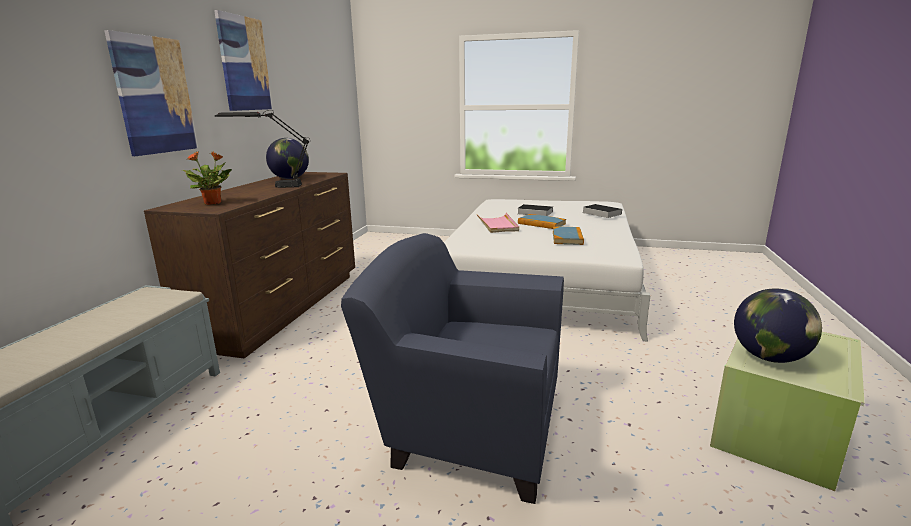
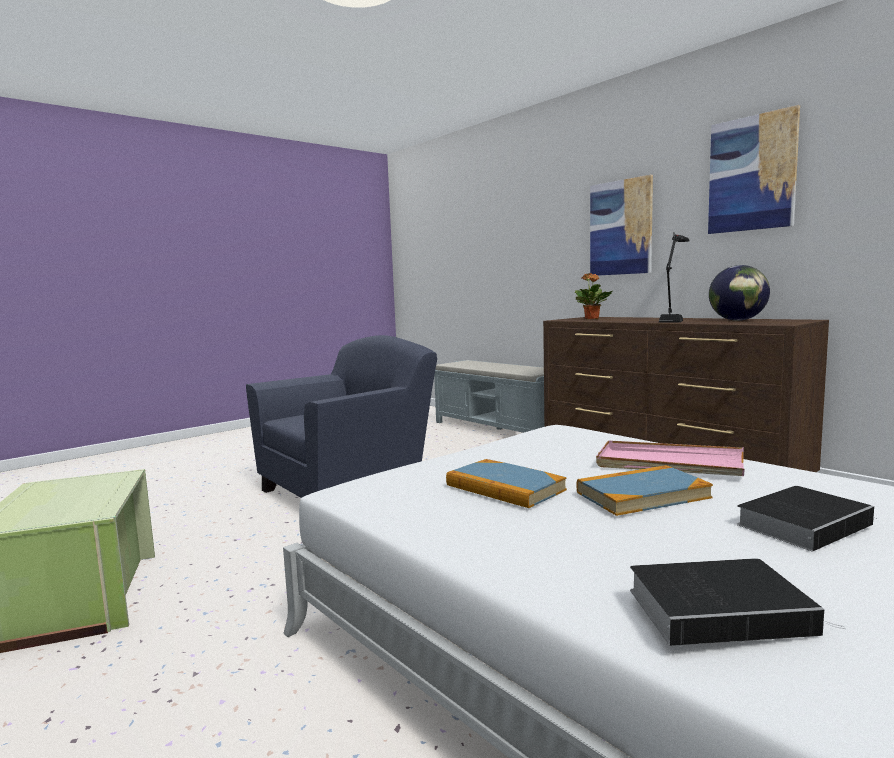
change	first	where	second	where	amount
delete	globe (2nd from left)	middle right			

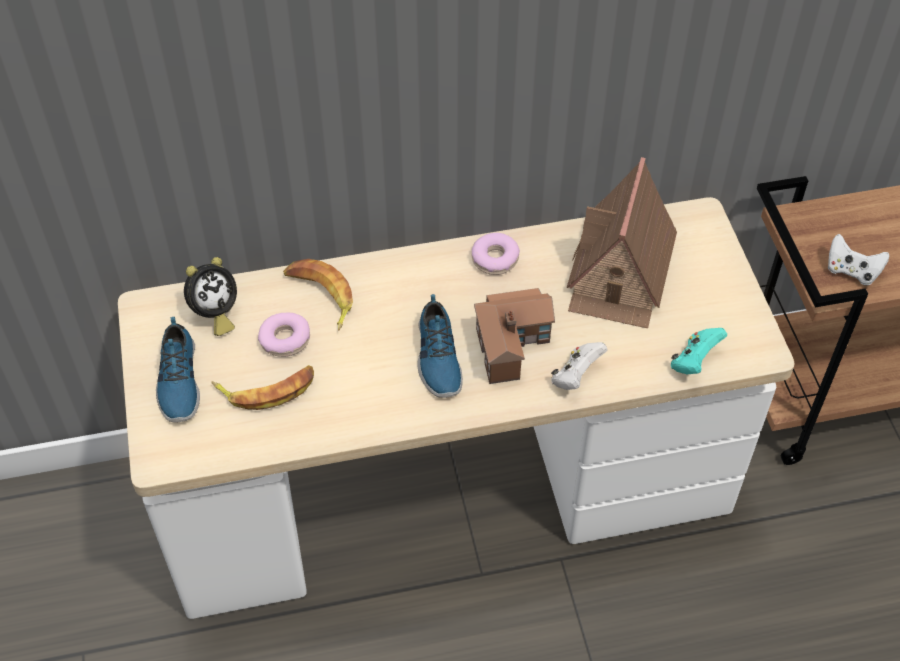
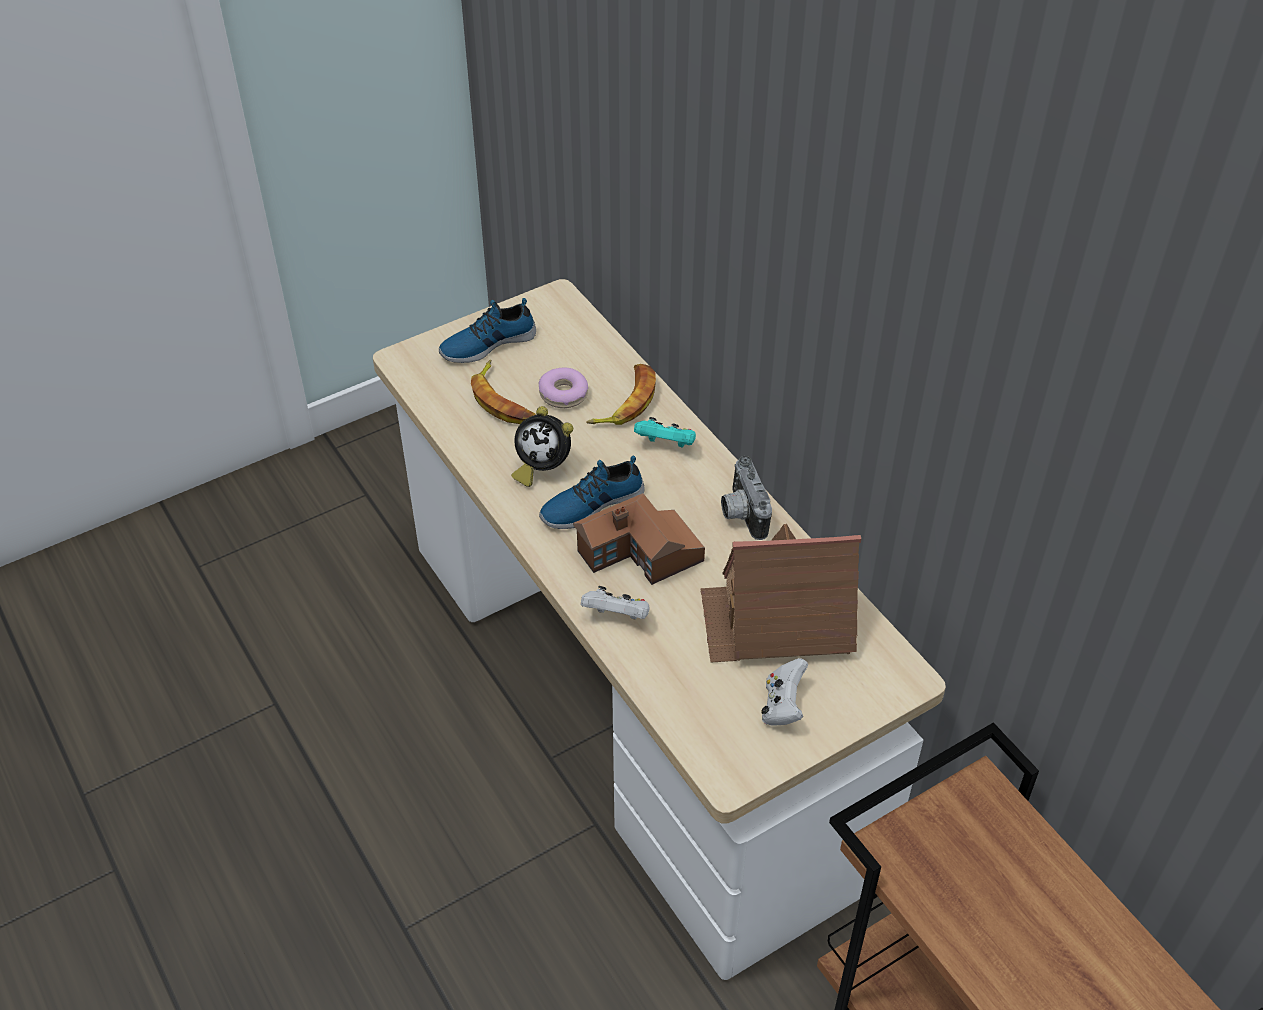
change	first	where	second	where	amount
move	table clock	middle left		centre	
replace	ring doughnut (2nd from left)	centre	still camera	centre	
move	turquoise game controller	middle right		centre	
move	whitish game controller (2nd from left)	middle right		bottom centre	

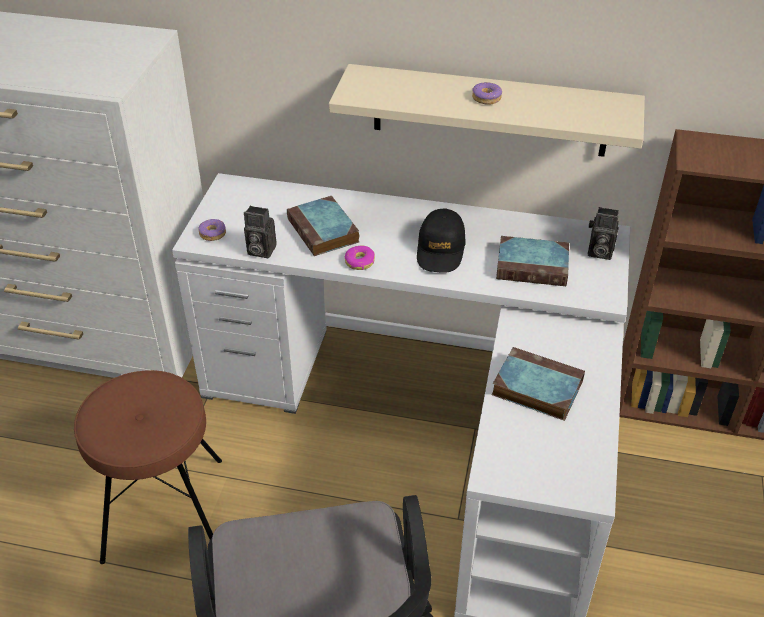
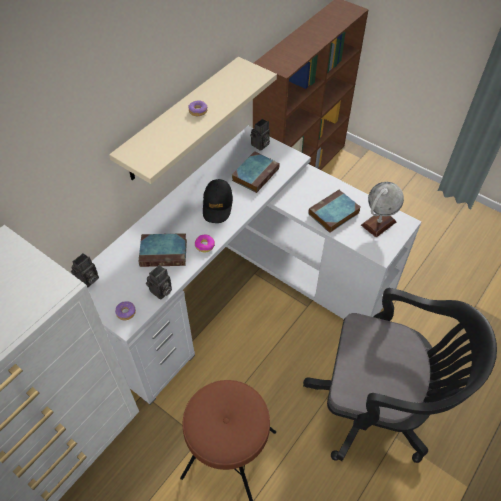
change	first	where	second	where	amount
rotate	black-coloured peaked cap	centre		centre	60 degrees clockwise
insert			still camera (1st from left)	middle left	
insert			globe	middle right	

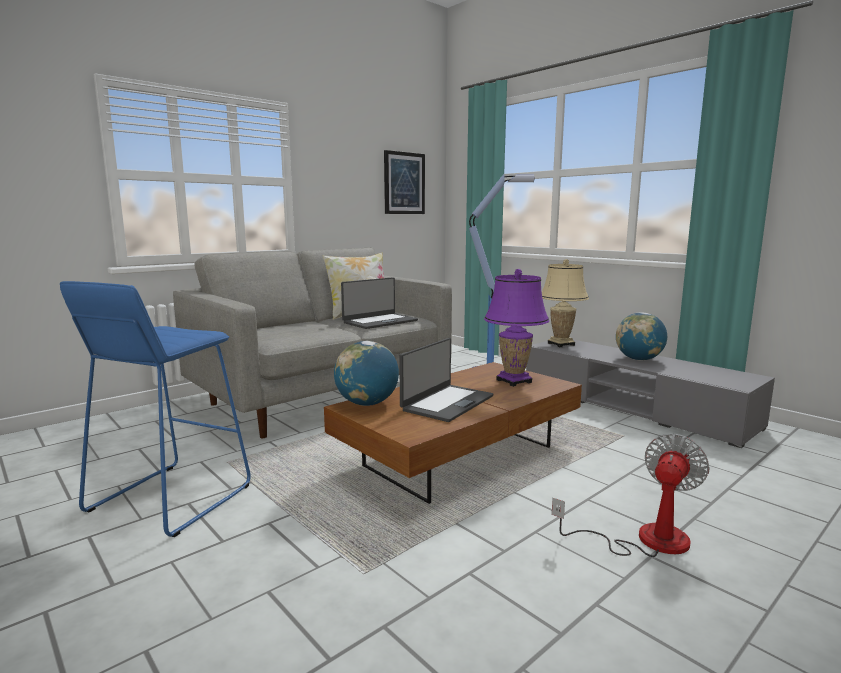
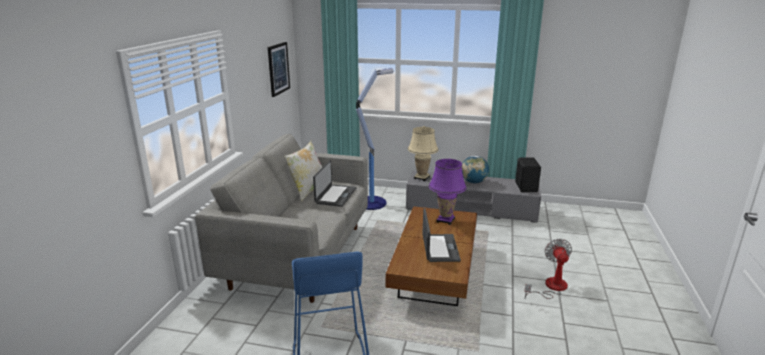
change	first	where	second	where	amount
delete	globe (1st from left)	centre			
insert			black-coloured speaker	middle right	

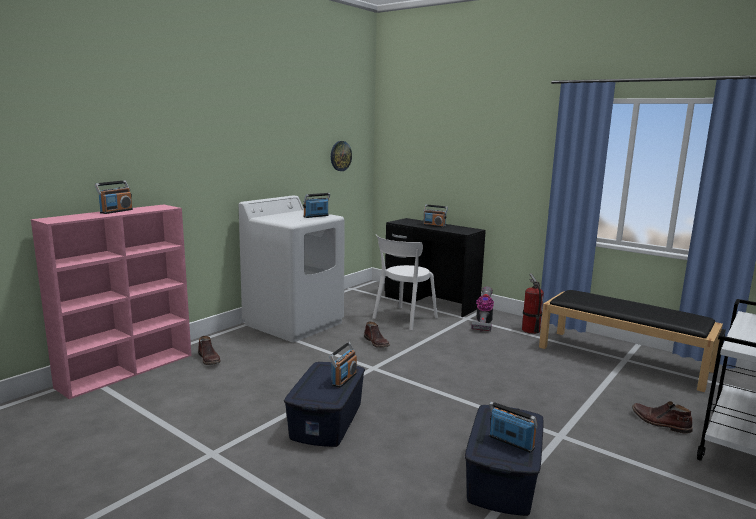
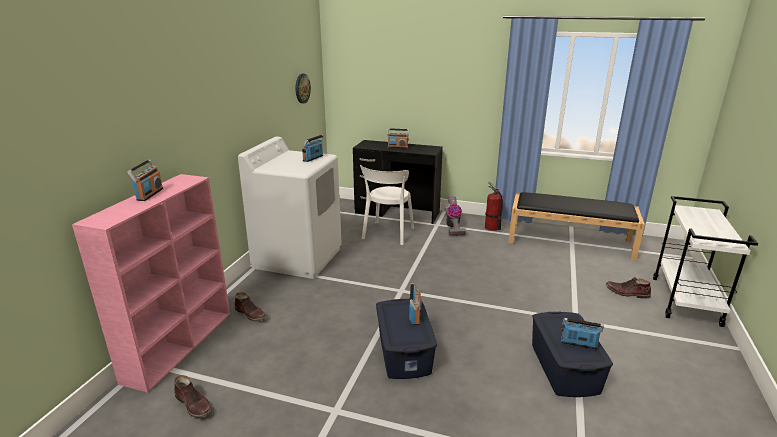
change	first	where	second	where	amount
move	brownish high-top boot (2nd from left in the first image)	centre	brownish high-top boot (1st from left)	bottom left	

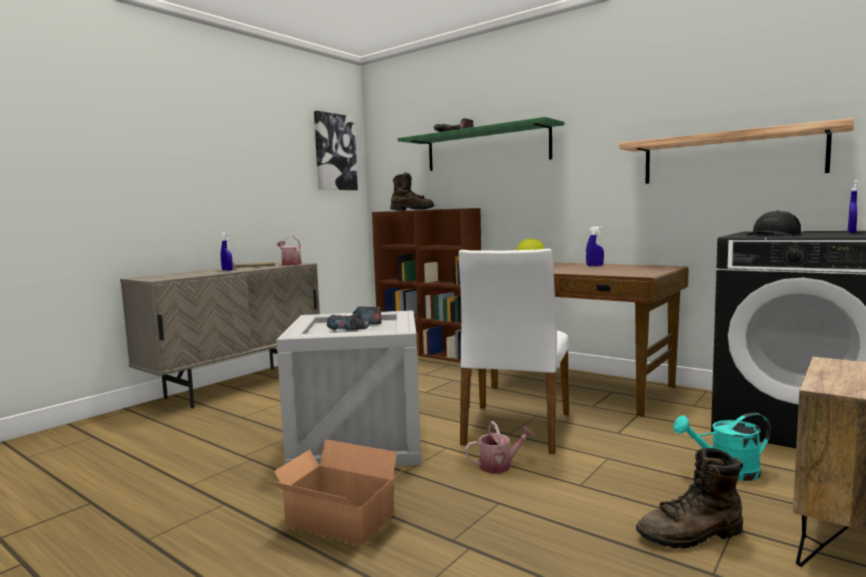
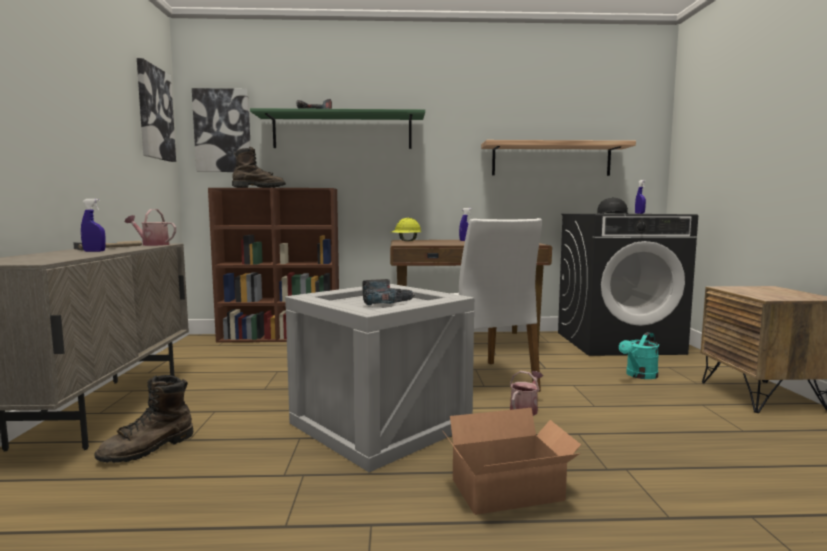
change	first	where	second	where	amount
move	brownish high-top boot (2nd from left in the first image)	bottom right	brownish high-top boot (1st from left)	bottom left	
insert			wall art (2nd from left)	top left	

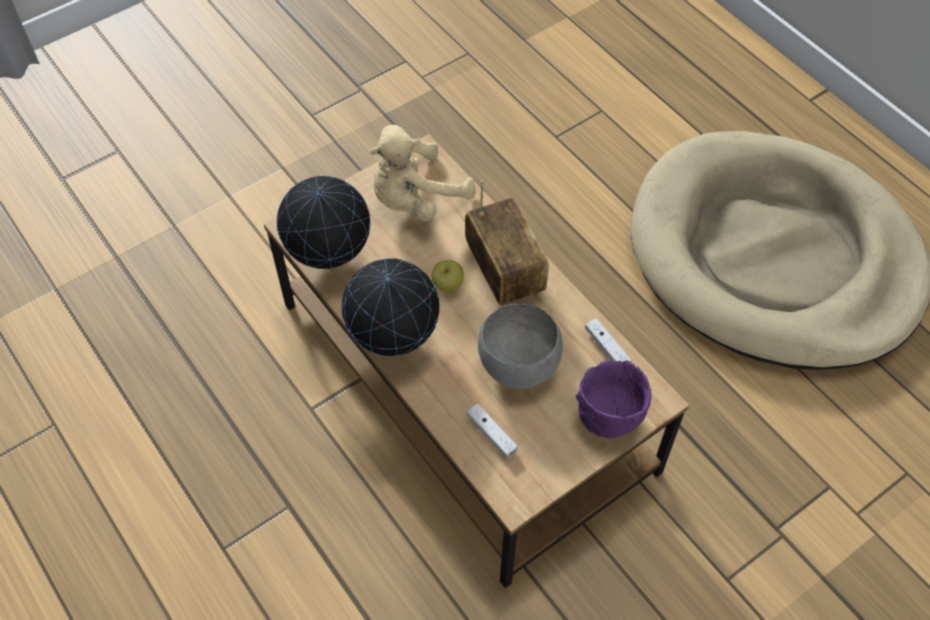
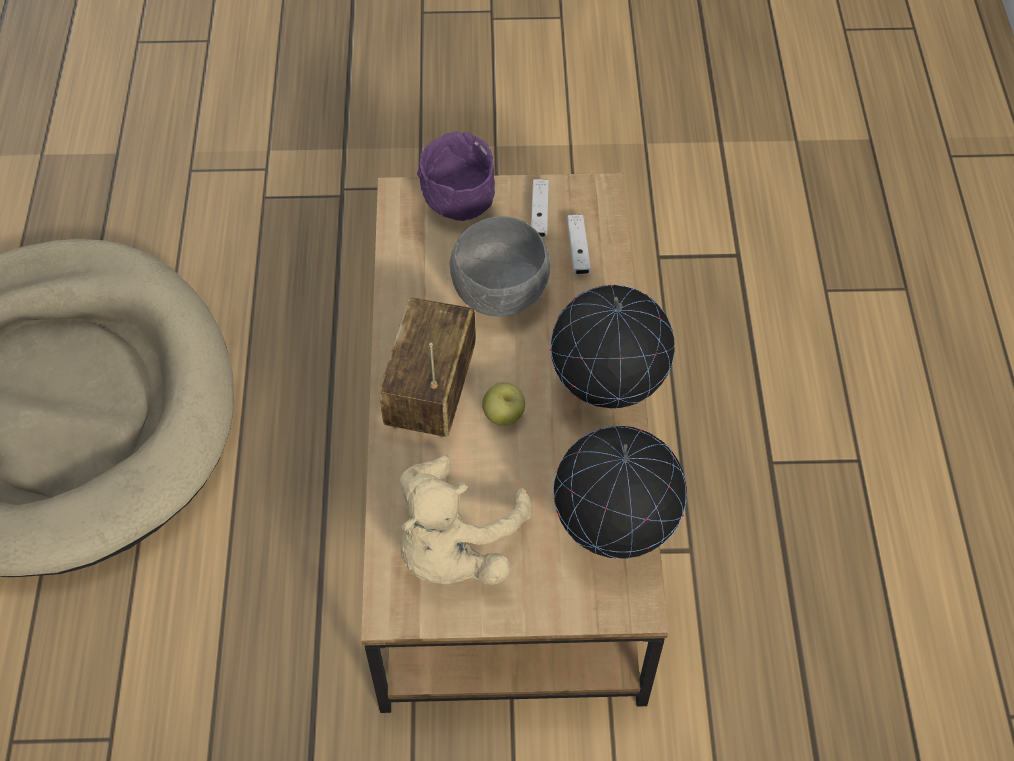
change	first	where	second	where	amount
rotate	beige soft toy	top centre		bottom centre	120 degrees clockwise
move	whitish game controller (2nd from left in the first image)	centre	whitish game controller (1st from left)	top centre	

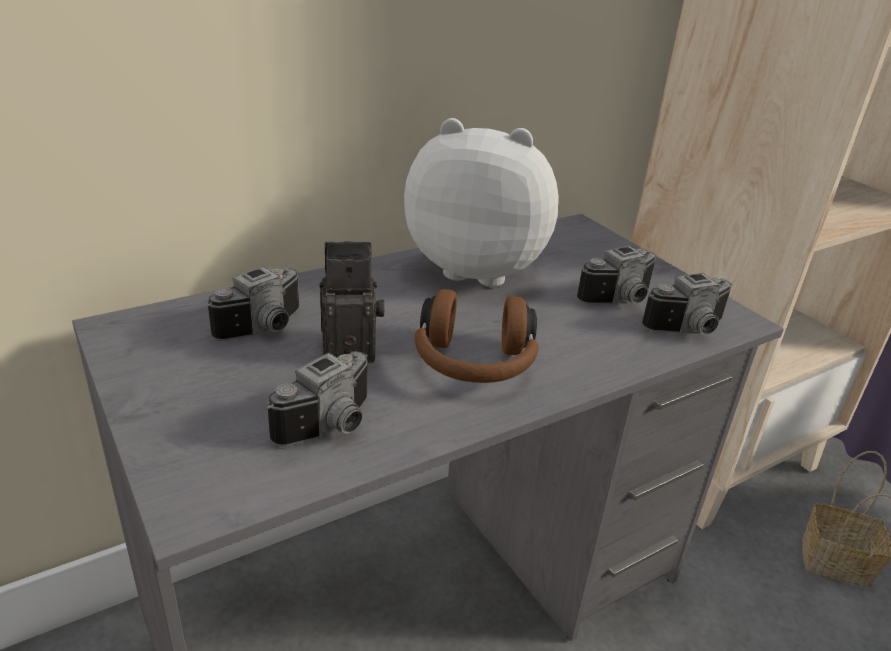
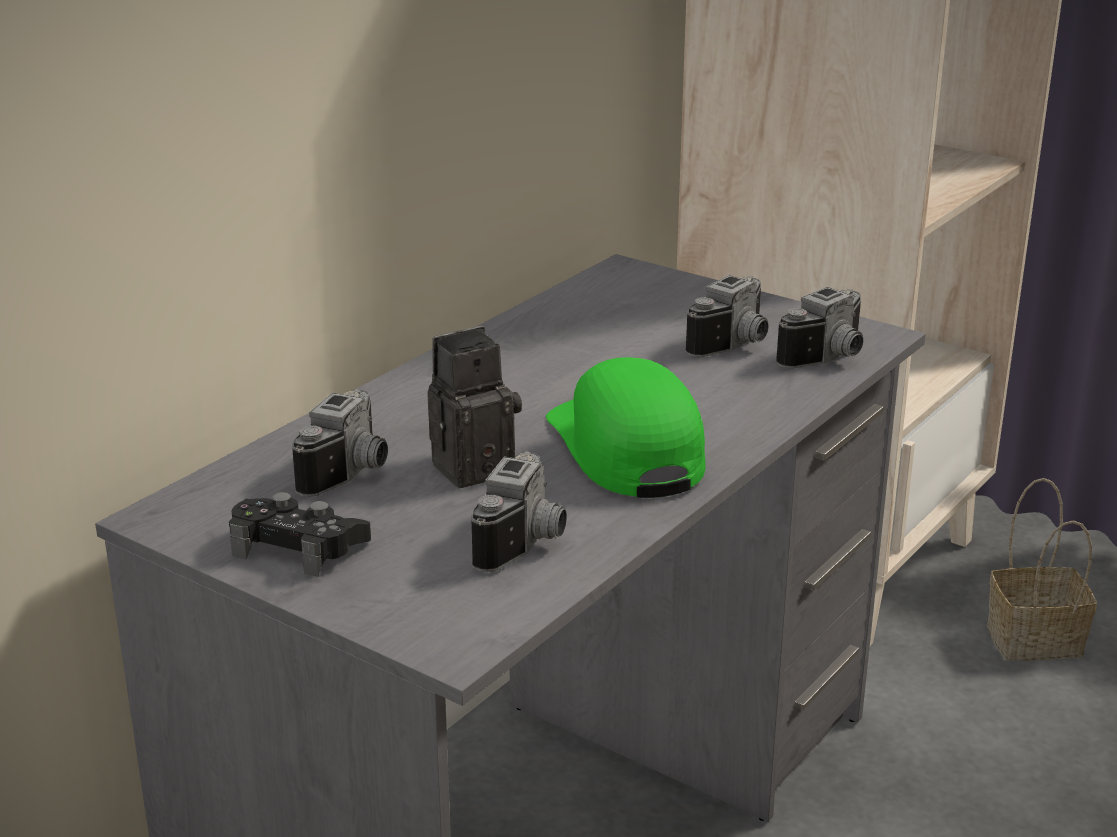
change	first	where	second	where	amount
delete	soft toy	top centre			
replace	brownish pair of headphones	centre	green-coloured peaked cap	centre	
insert			black-coloured game controller	middle left	

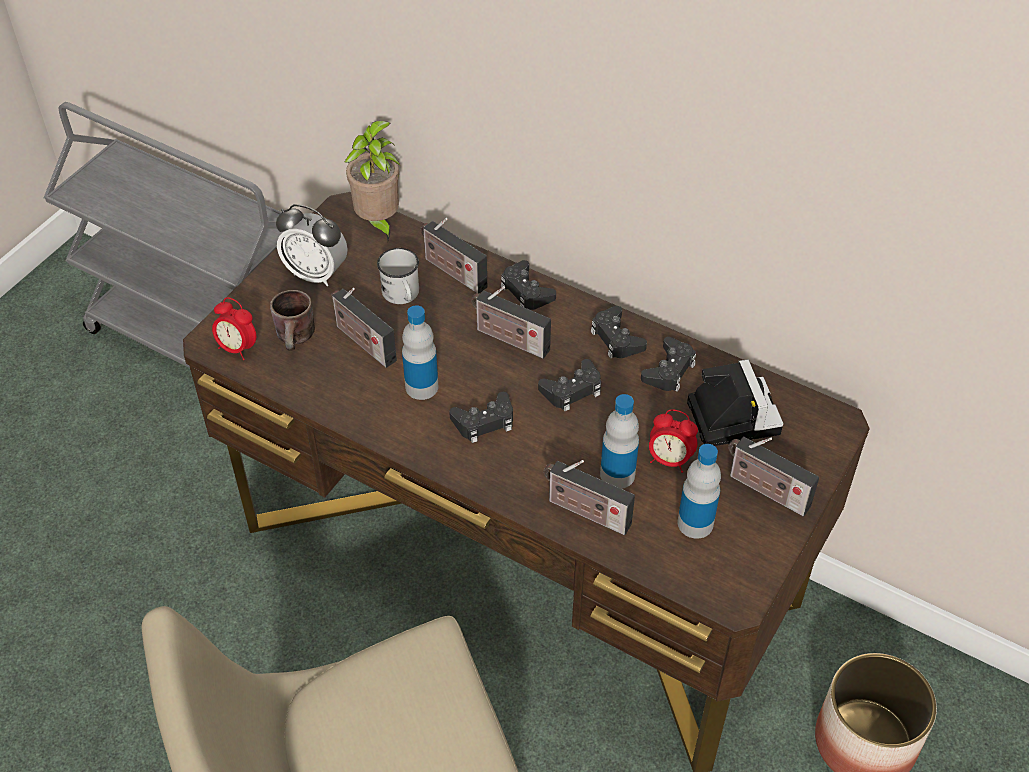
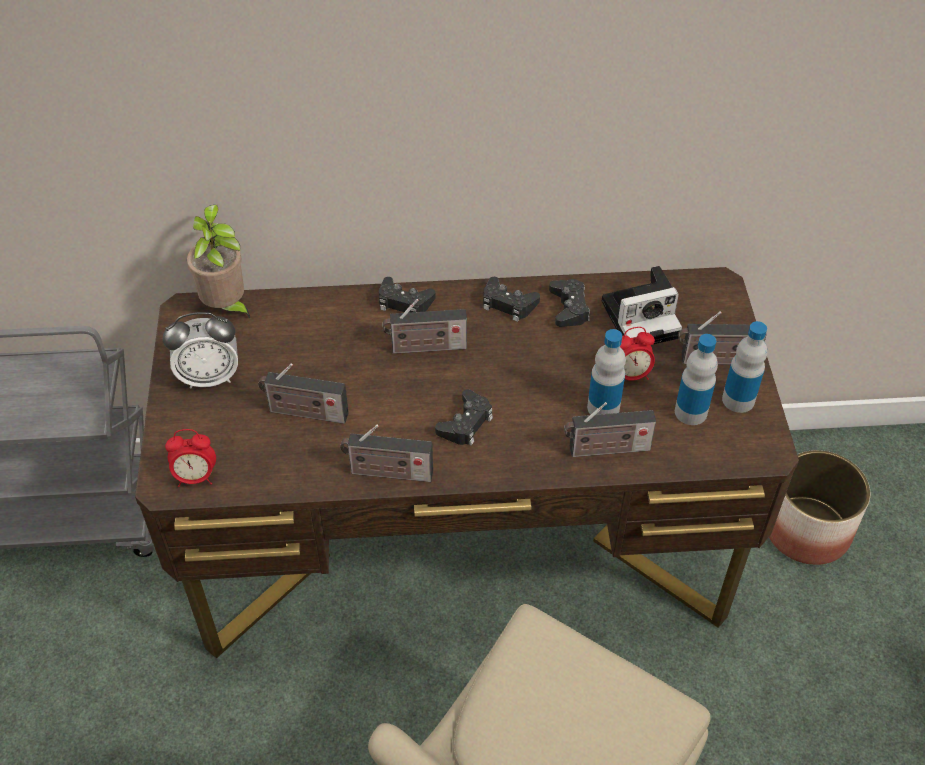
change	first	where	second	where	amount
delete	brownish tea mug	middle left			
delete	whitish tea mug	centre			
move	beverage bottle (1st from left in the first image)	centre	beverage bottle (3rd from left)	middle right	
move	radio (2nd from left)	top centre		centre	
delete	black-coloured game controller (3rd from left)	centre			
rotate	still camera	middle right		middle right	120 degrees clockwise

